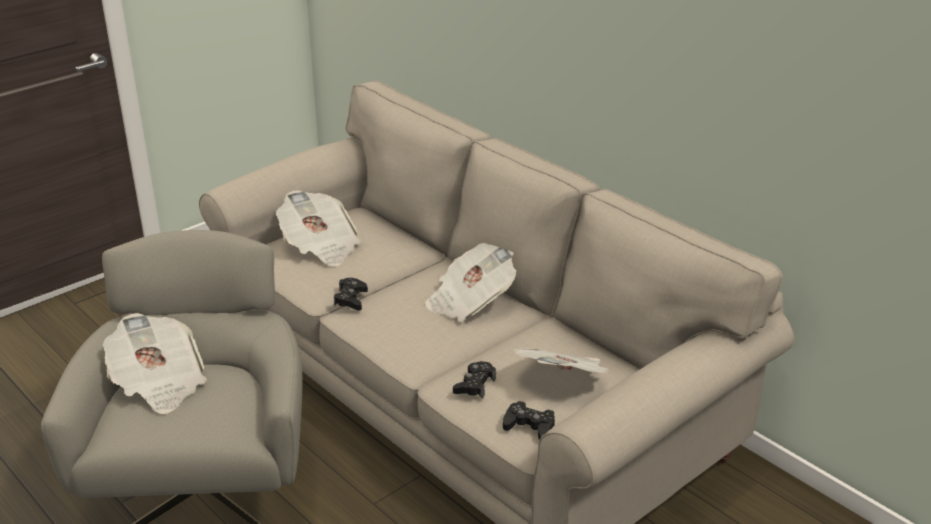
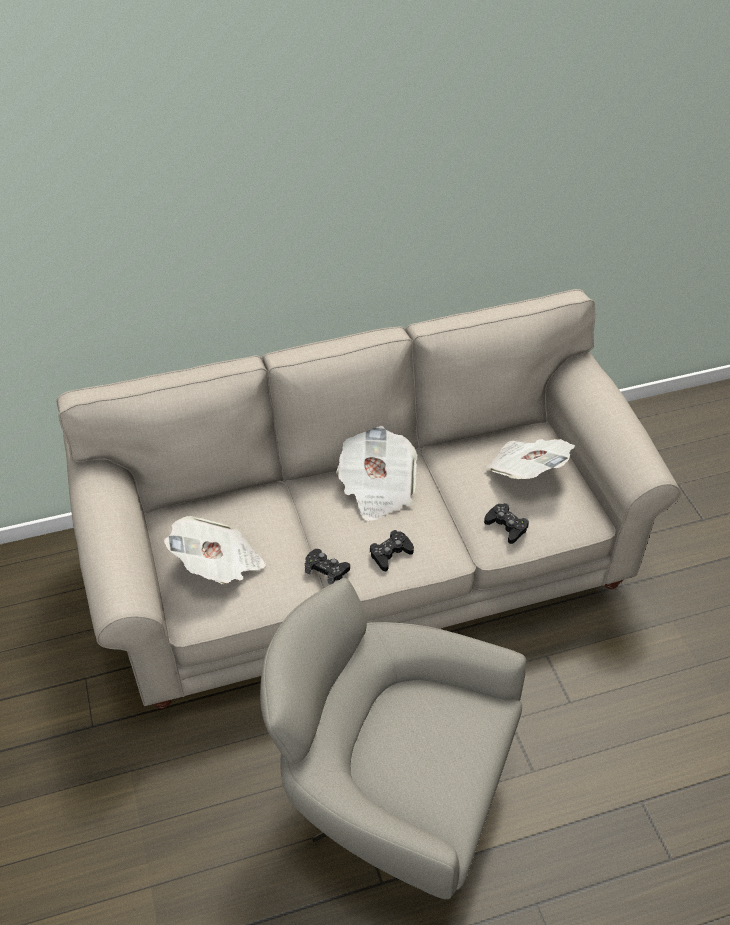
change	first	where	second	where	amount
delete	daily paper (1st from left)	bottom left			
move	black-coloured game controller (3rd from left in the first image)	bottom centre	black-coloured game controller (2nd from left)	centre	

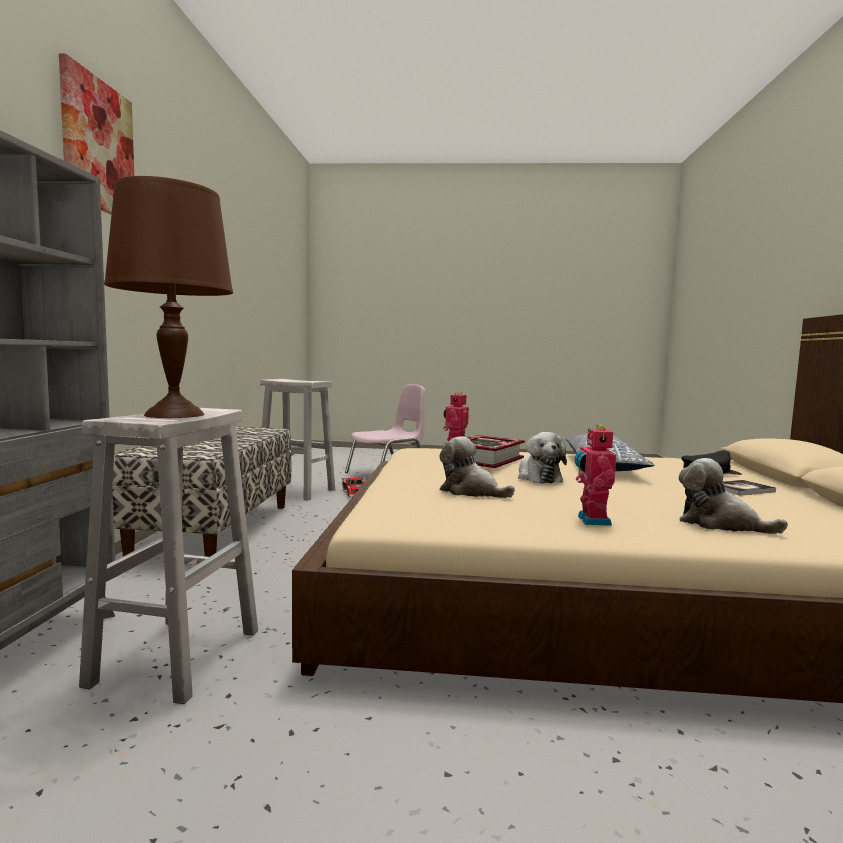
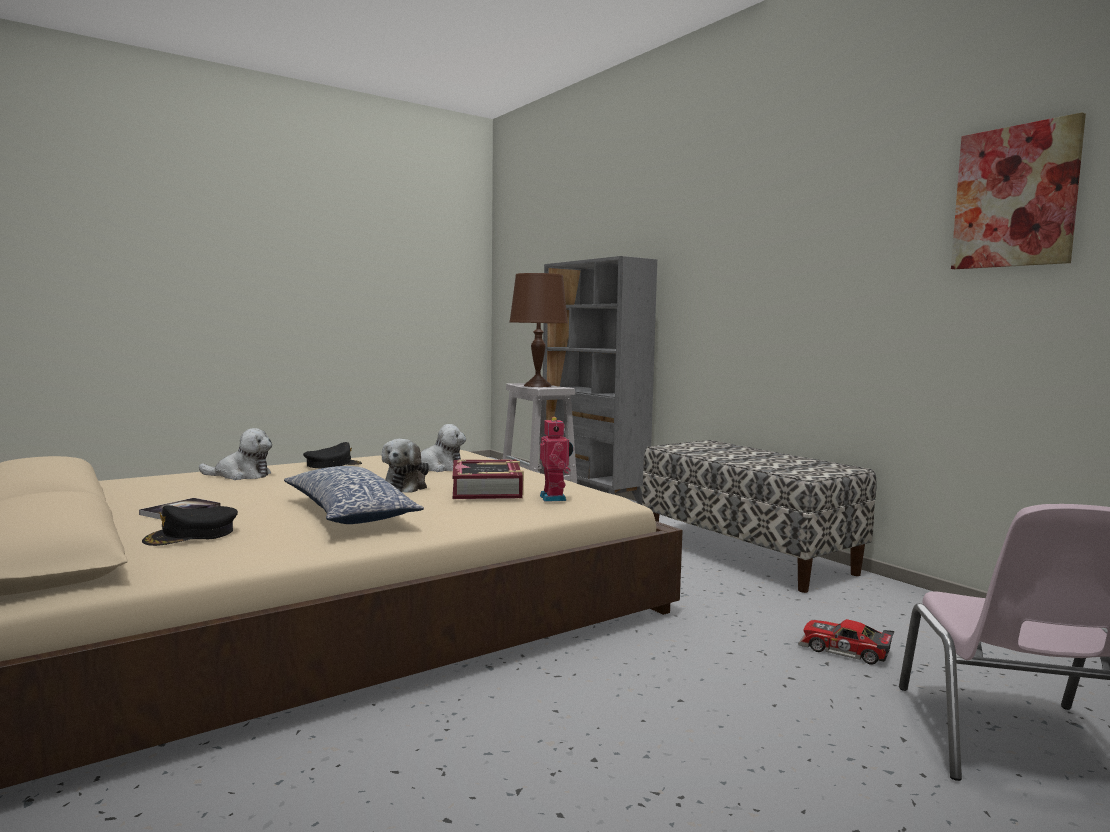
change	first	where	second	where	amount
move	wall art	top left		top right	
delete	whitish stool (2nd from left)	centre			
rotate	soft toy (2nd from left)	centre		centre	120 degrees counterclockwise
replace	toy robot (2nd from left)	middle right	black-coloured peaked cap (2nd from left)	middle left	

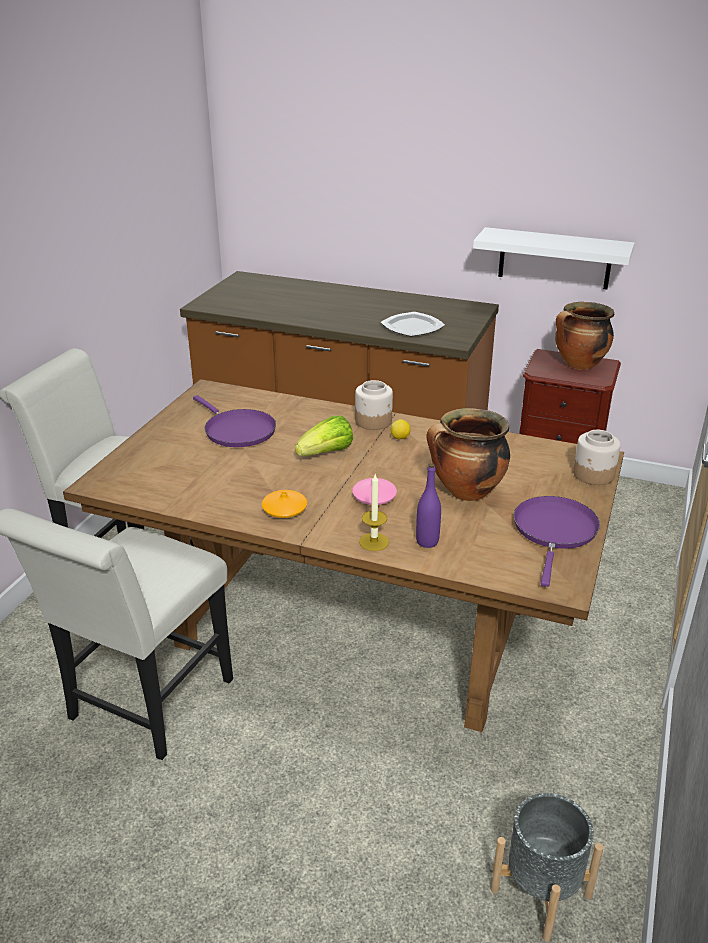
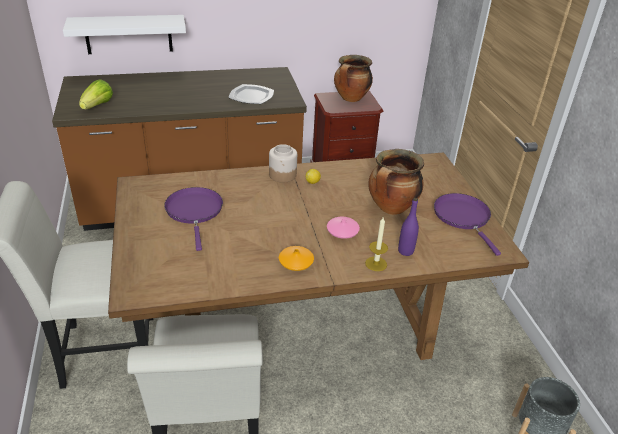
change	first	where	second	where	amount
rotate	purplish frying pan (1st from left)	middle left		middle left	120 degrees counterclockwise
move	lettuce head	centre		top left	
move	whitish shelf	top right		top left	
delete	storage jar (2nd from left)	middle right			

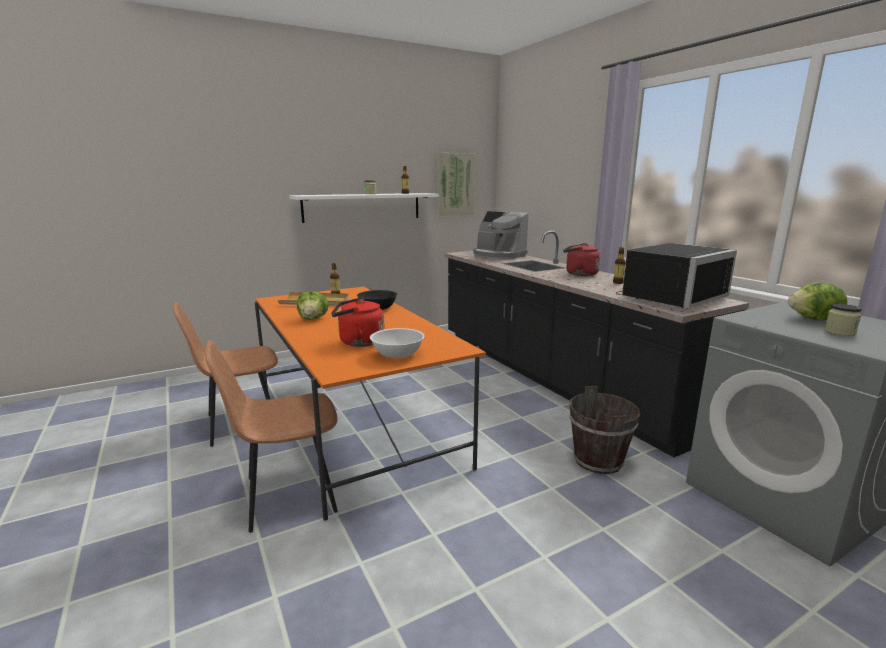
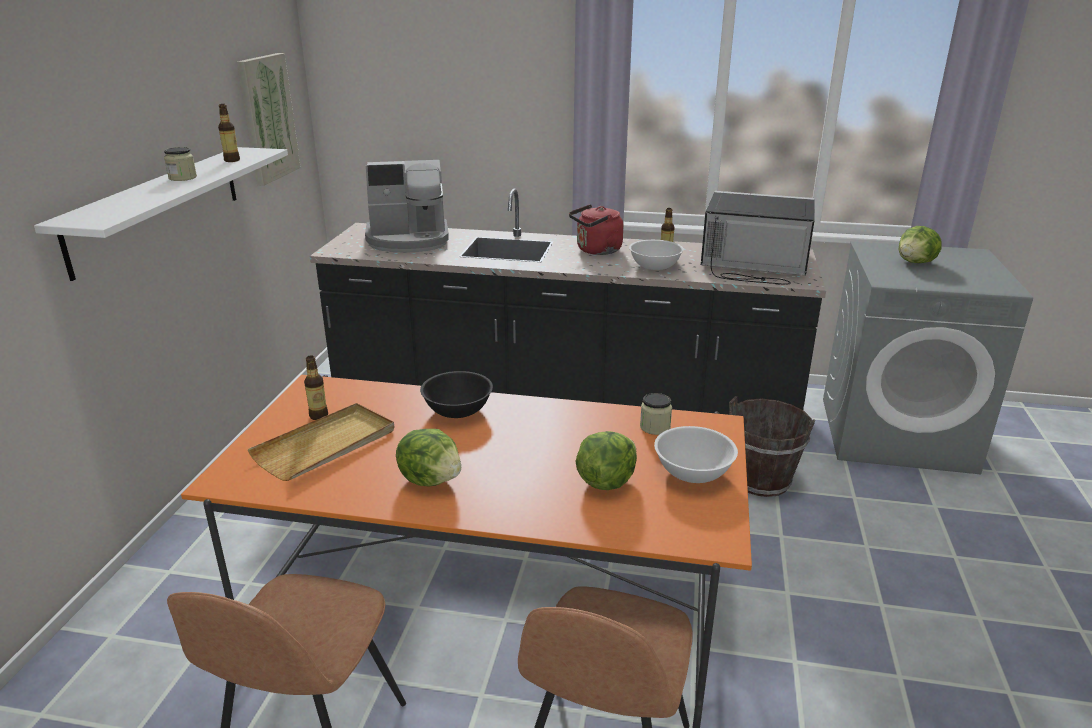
change	first	where	second	where	amount
replace	reddish kettle (1st from left)	centre	lettuce head (2nd from left)	centre	
rotate	black-coloured kitchen microwave	middle right		top right	75 degrees counterclockwise
move	storage jar (2nd from left)	middle right		centre	
insert			whitish serving bowl (1st from left)	centre	

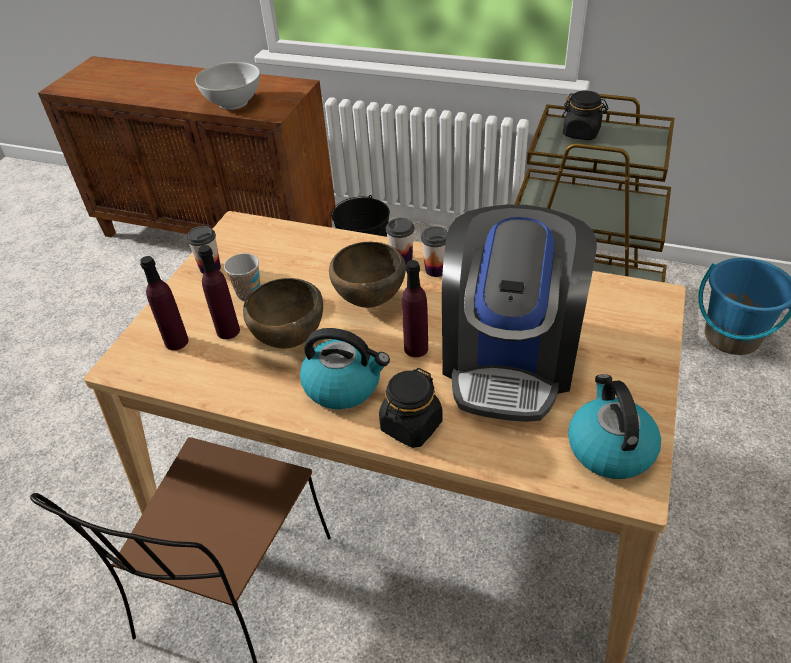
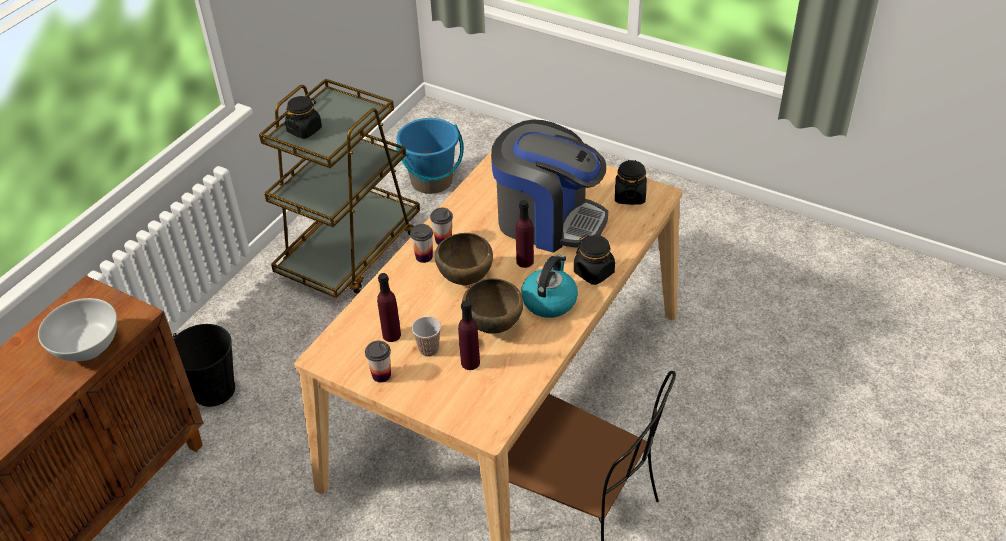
change	first	where	second	where	amount
move	purplish beverage bottle (1st from left)	middle left		centre	
replace	kettle (2nd from left)	middle right	black-coloured storage jar (3rd from left)	centre	

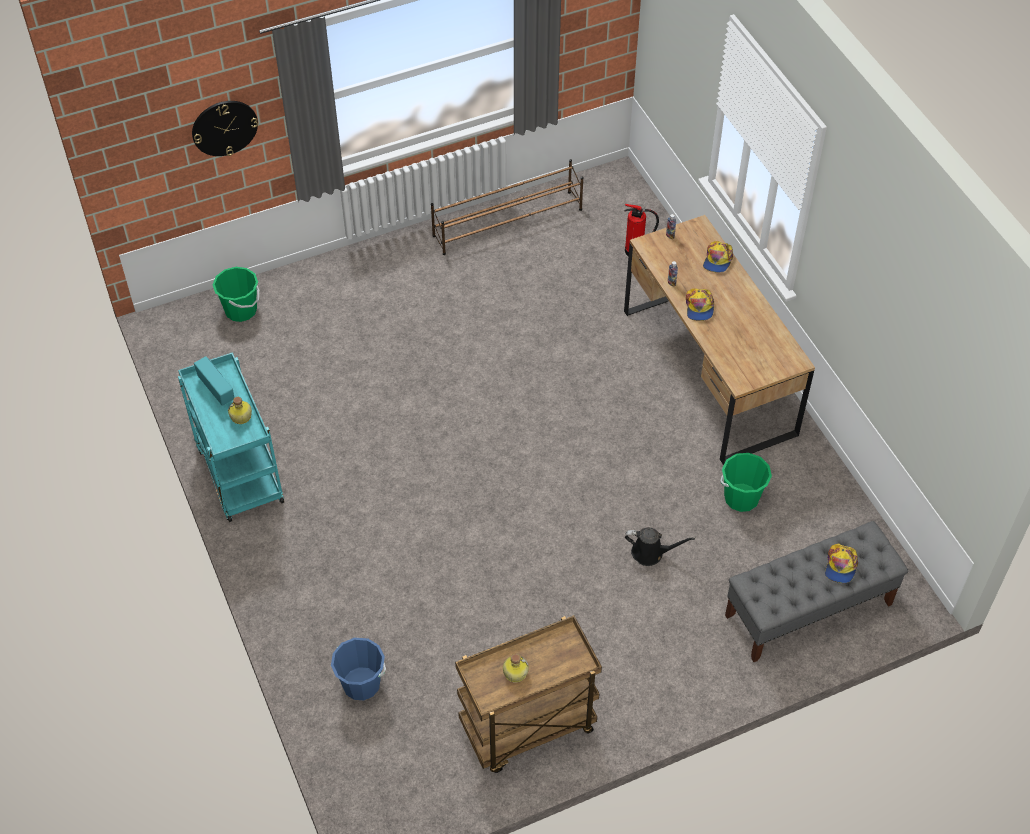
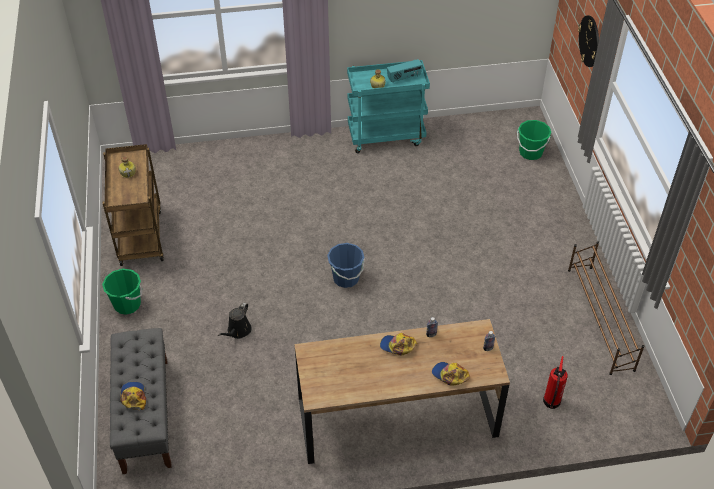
change	first	where	second	where	amount
move	blue pail	bottom centre		centre	
move	green-coloured pail (2nd from left in the first image)	middle right	green-coloured pail (1st from left)	middle left	
rotate	peaked cap (3rd from left in the first image)	bottom right	peaked cap (1st from left)	bottom left	45 degrees clockwise

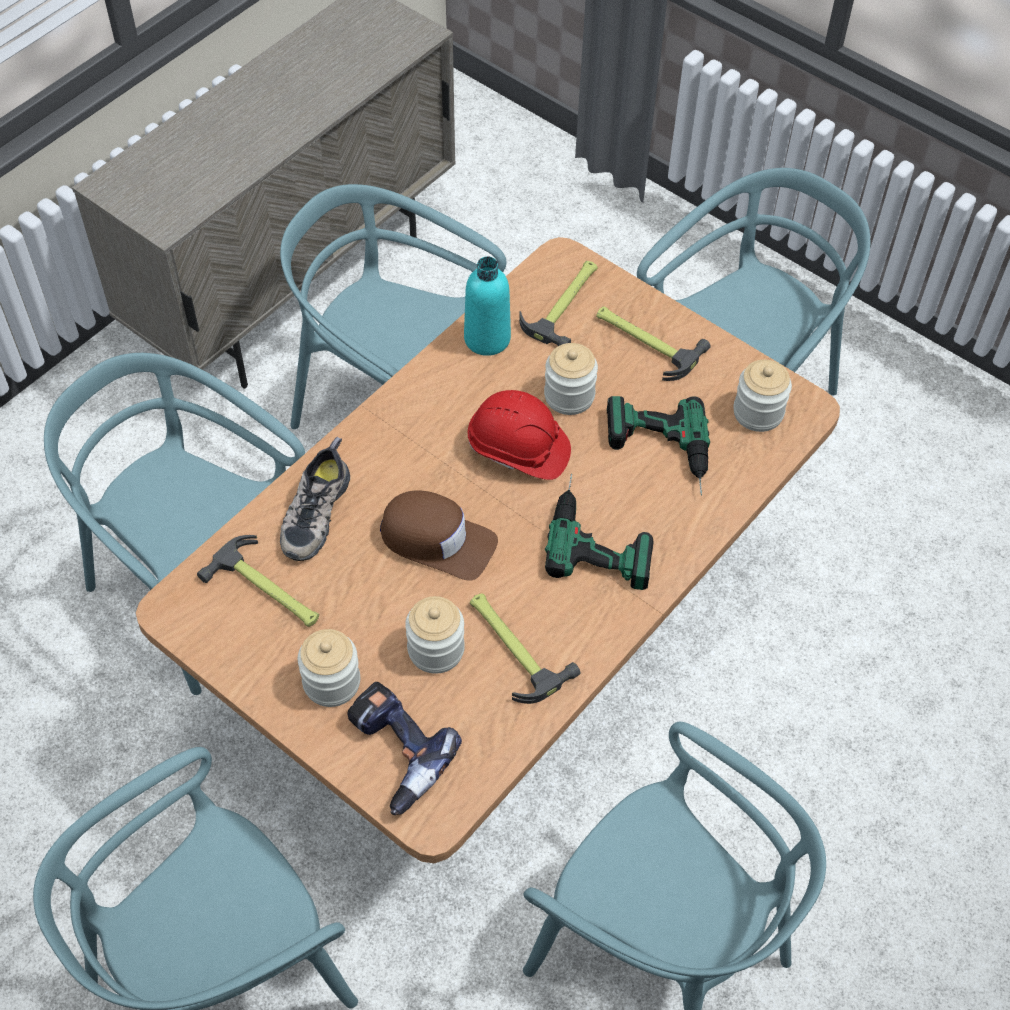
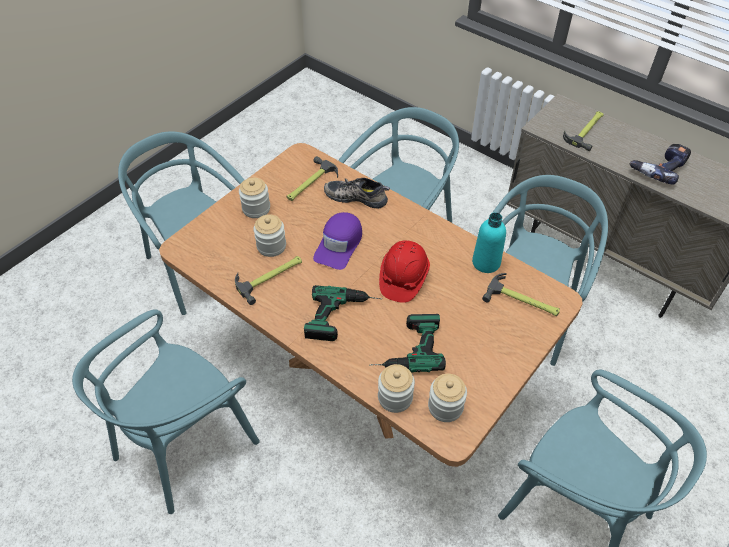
change	first	where	second	where	amount
move	power drill (1st from left in the first image)	bottom centre	power drill (3rd from left)	top right	
recolor	brownish peaked cap	centre	purplish peaked cap	centre	
move	storage jar (3rd from left)	centre		bottom centre	
move	hammer (4th from left)	centre		top right	

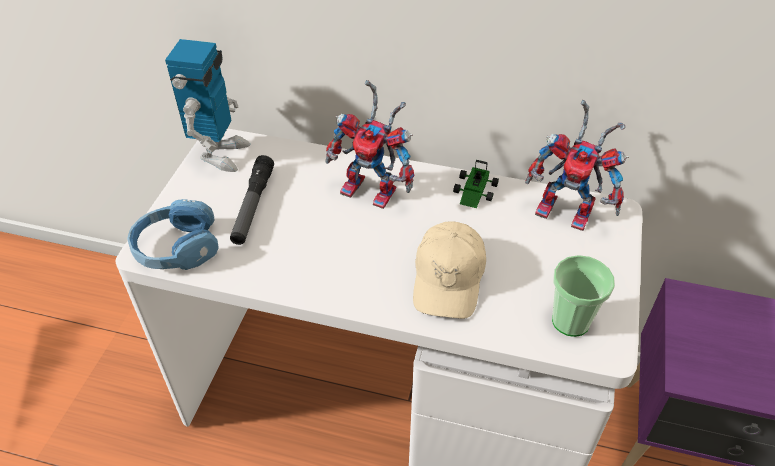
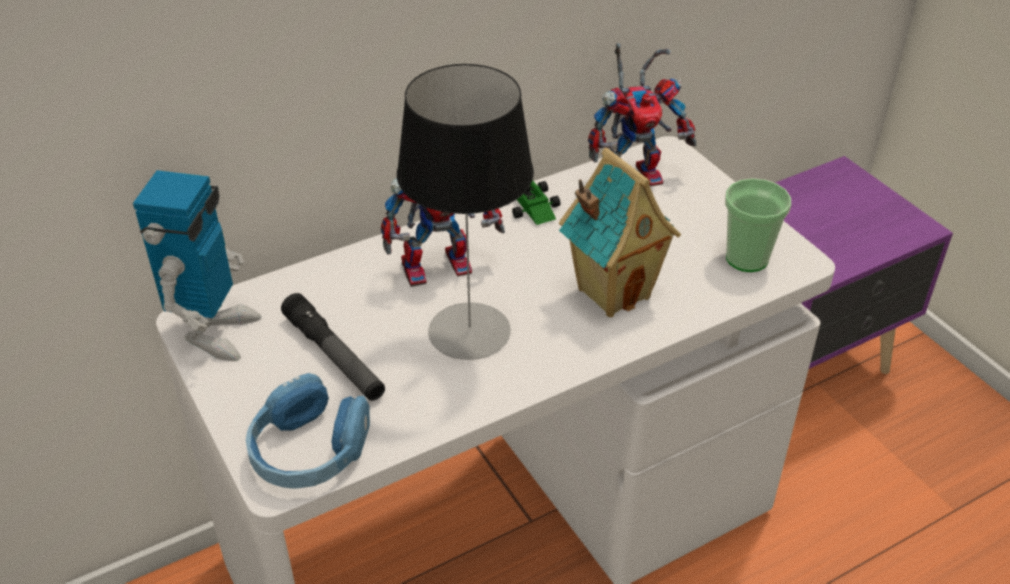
change	first	where	second	where	amount
rotate	toy robot (1st from left)	top left		middle left	45 degrees clockwise
replace	beige peaked cap	centre	model house	centre	
insert			tabletop lamp	centre	

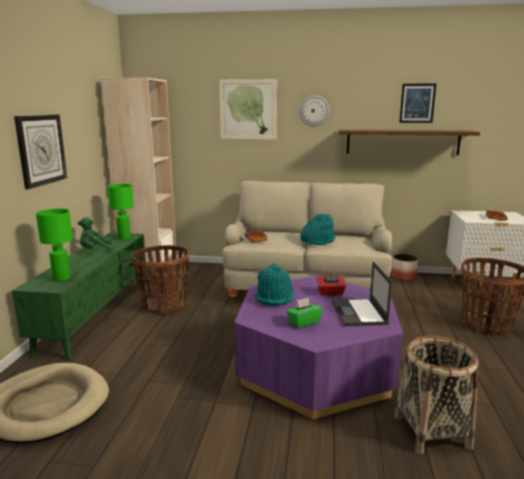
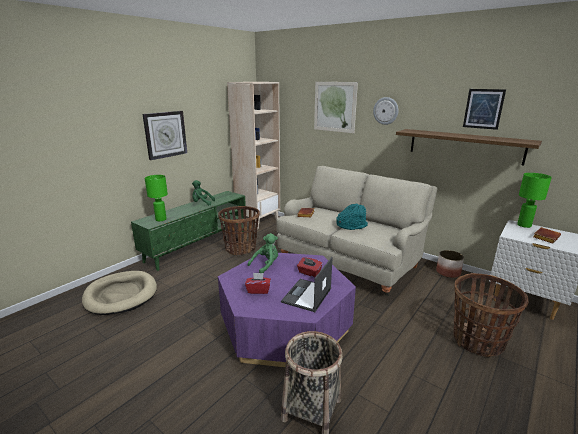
change	first	where	second	where	amount
move	green-coloured tabletop lamp (2nd from left)	middle left		middle right	
replace	turquoise wearable hat (1st from left)	centre	green-coloured soft toy (2nd from left)	centre	
recolor	green-coloured tissue holder	centre	reddish tissue holder (1st from left)	centre	

